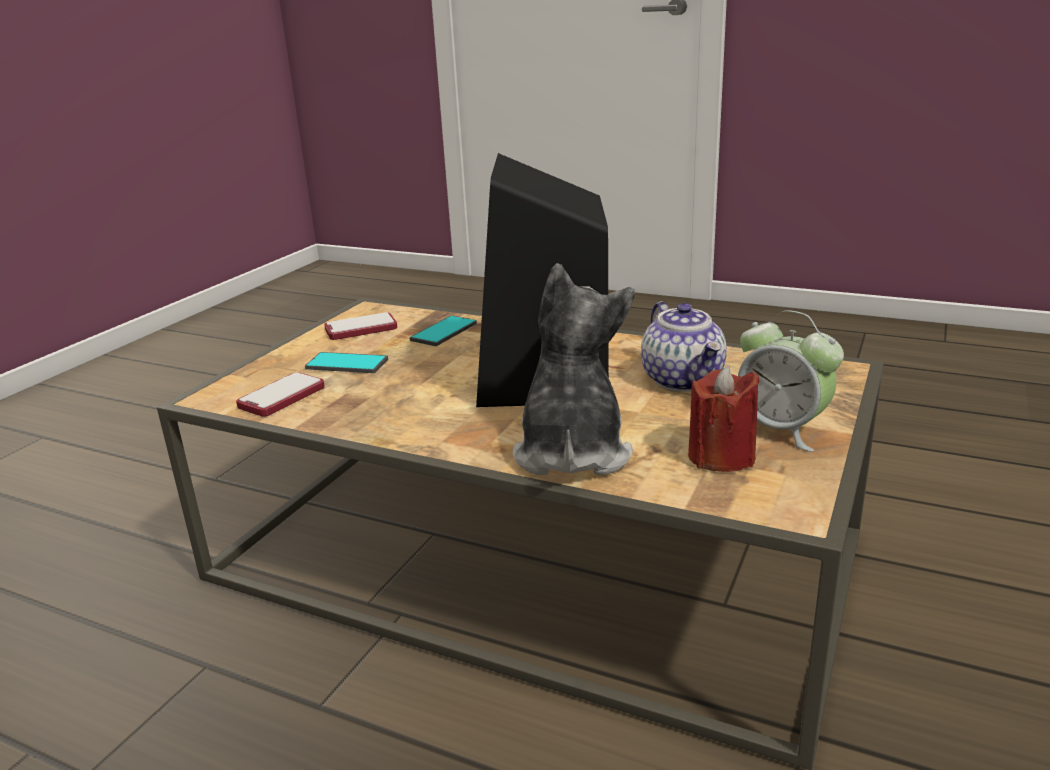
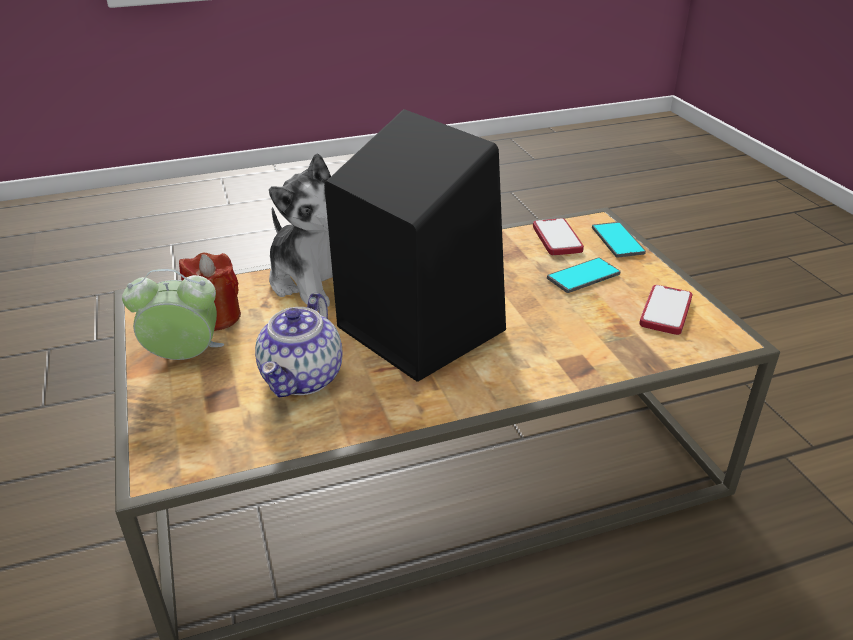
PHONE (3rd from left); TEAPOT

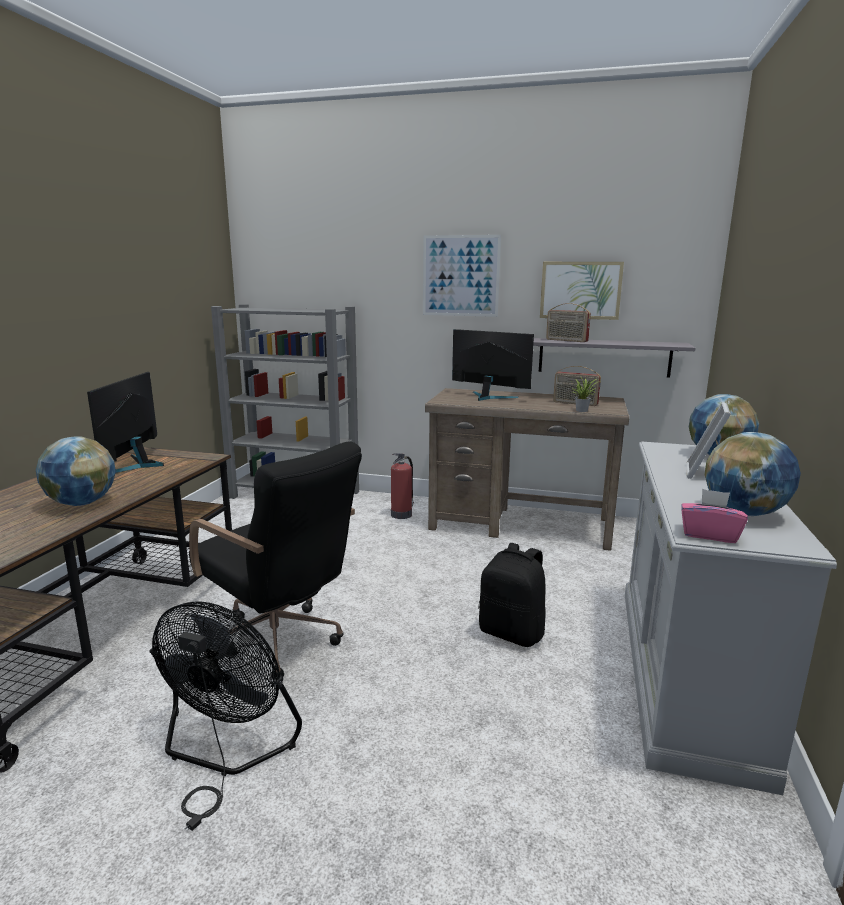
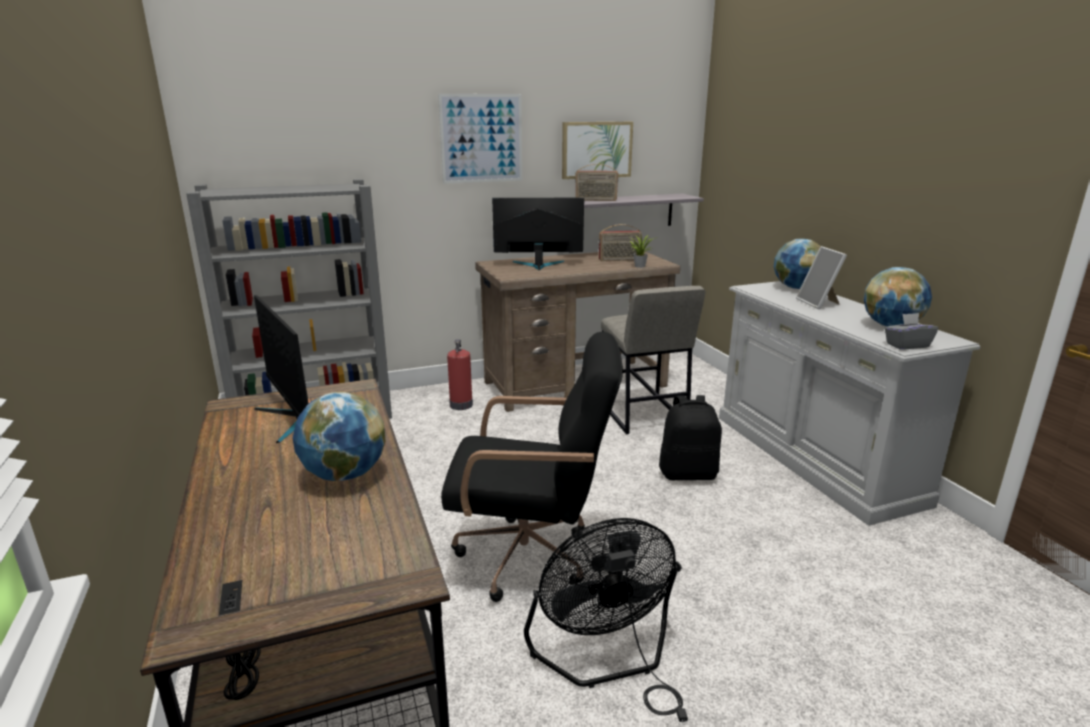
GREYISH CHAIR; GREYISH TISSUE HOLDER

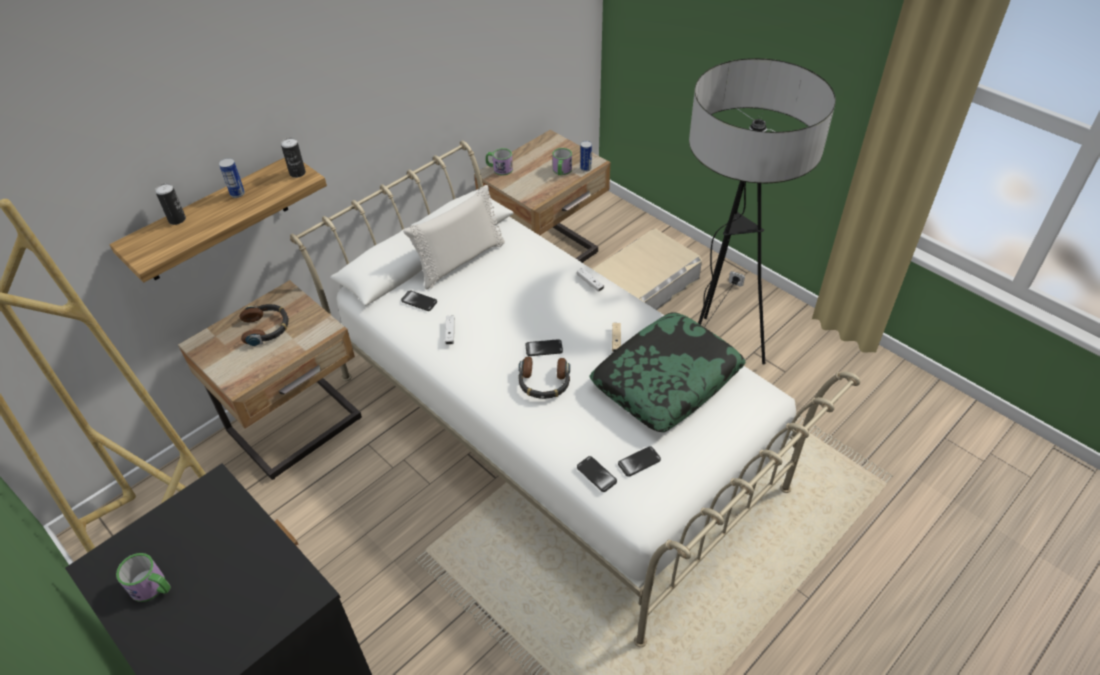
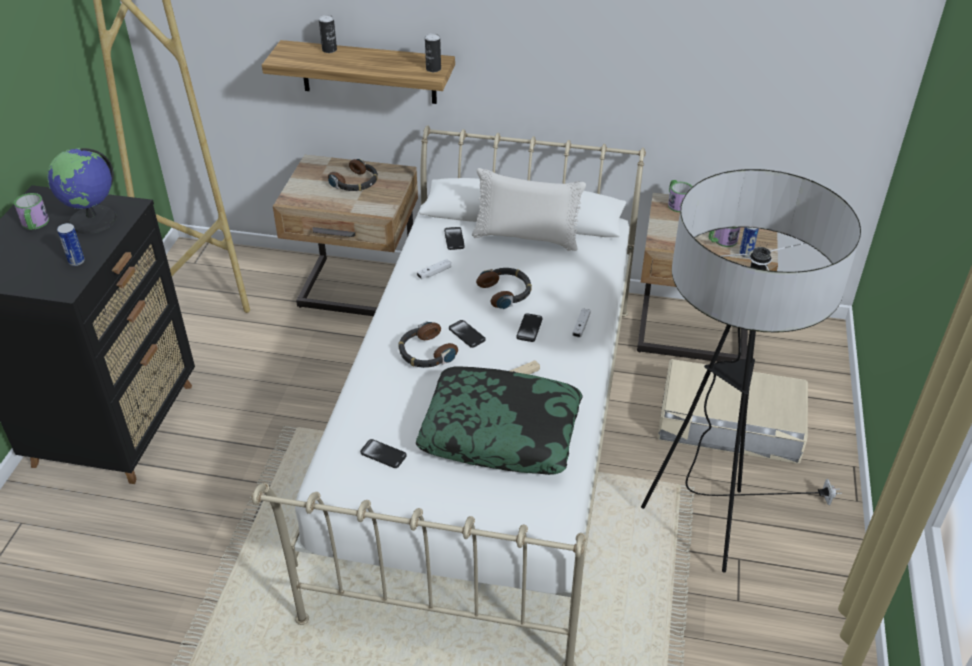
WORLD GLOBE; PAIR OF HEADPHONES (3rd from left); METAL CAN (1st from left); PHONE (4th from left)

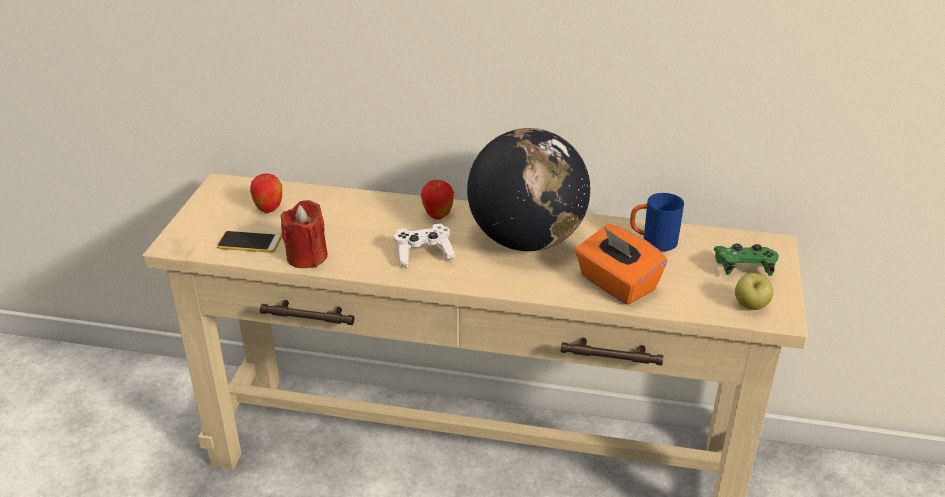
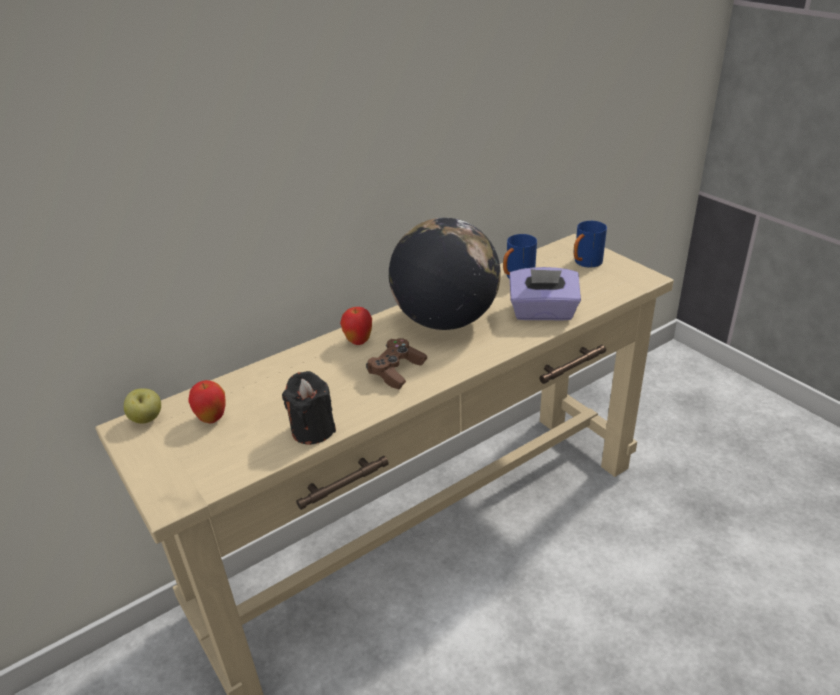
PHONE; WHOLE APPLE (1st from left); BLUISH TEA MUG (2nd from left); BLACKISH WAX LIGHT; BROWN-COLOURED GAMEPAD; PURPLE-COLOURED TISSUE HOLDER

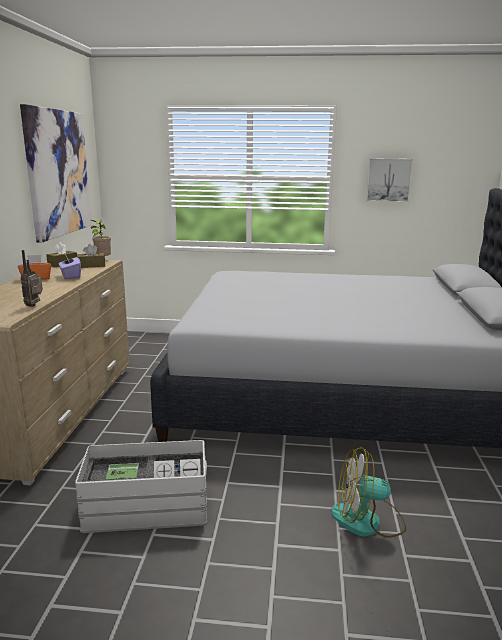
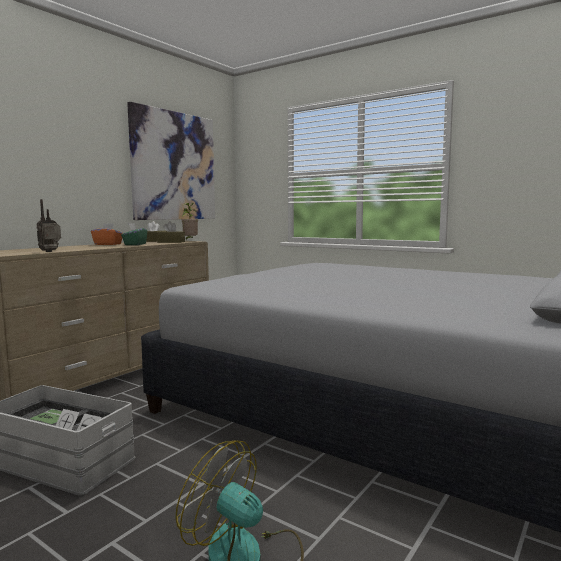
WALL PICTURE (2nd from left in the first image); GREENISH TISSUE HOLDER

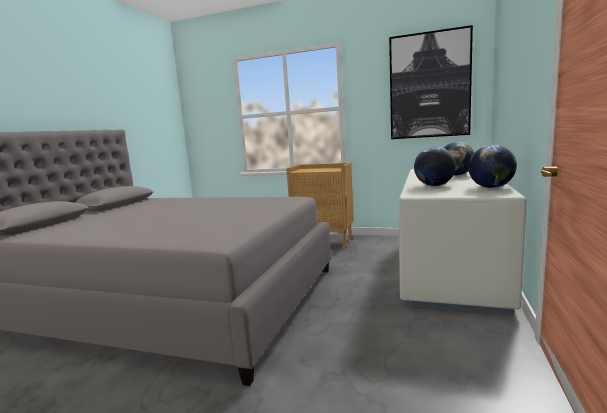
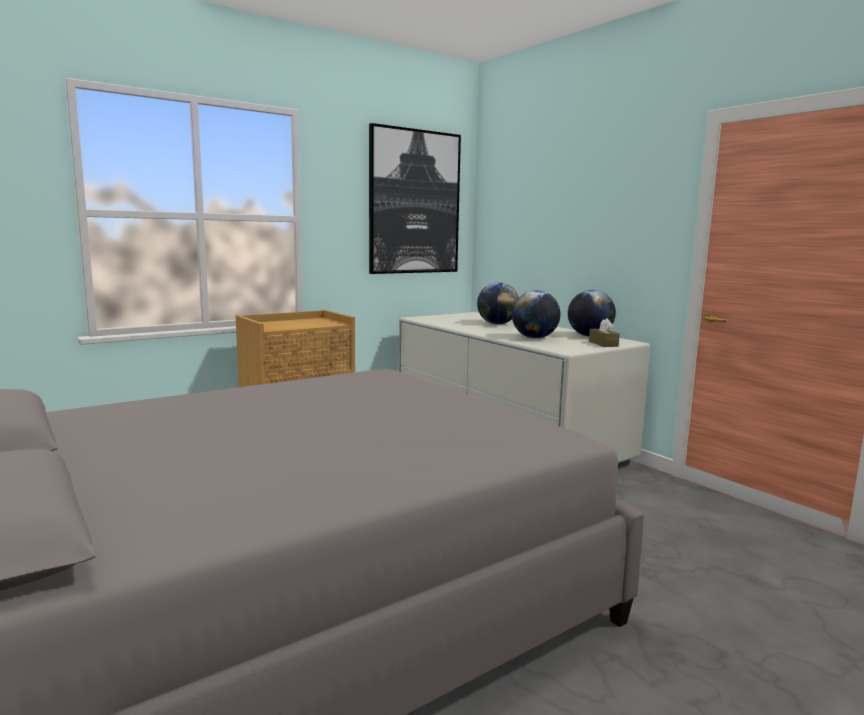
BROWN-COLOURED TISSUE HOLDER

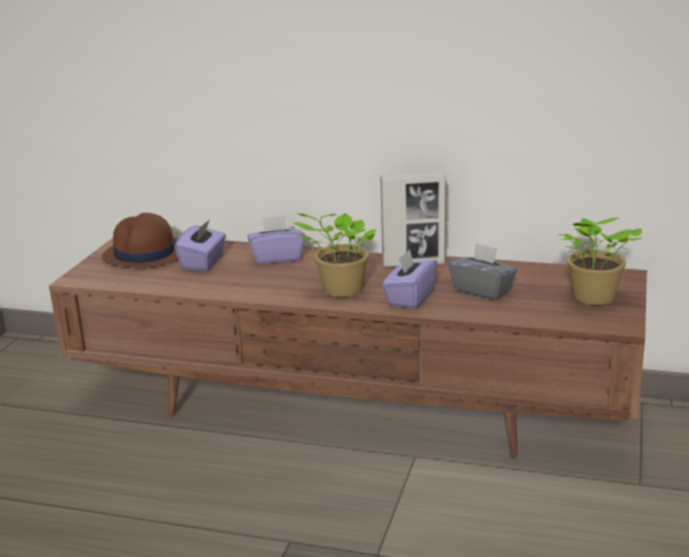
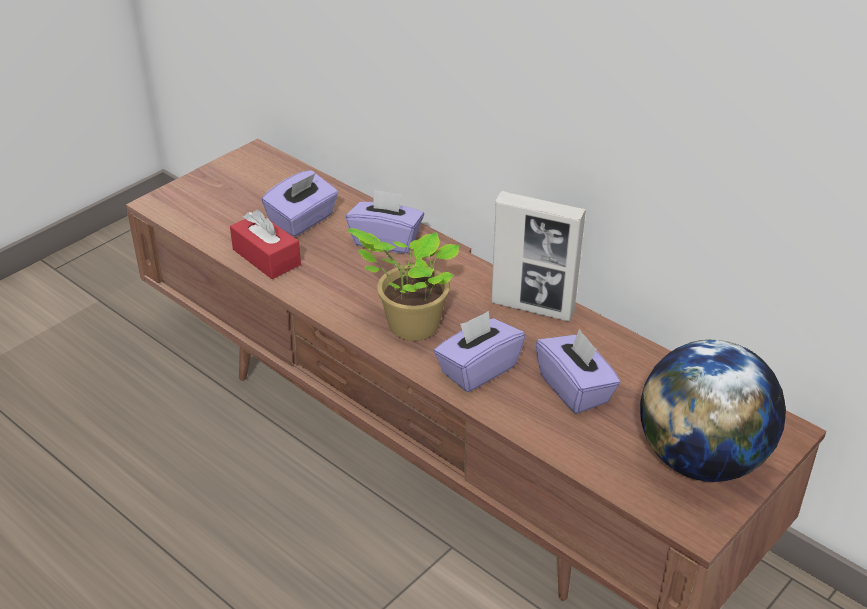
BROWN-COLOURED WEARABLE HAT; RED TISSUE HOLDER; WORLD GLOBE; PURPLE-COLOURED TISSUE HOLDER (4th from left)

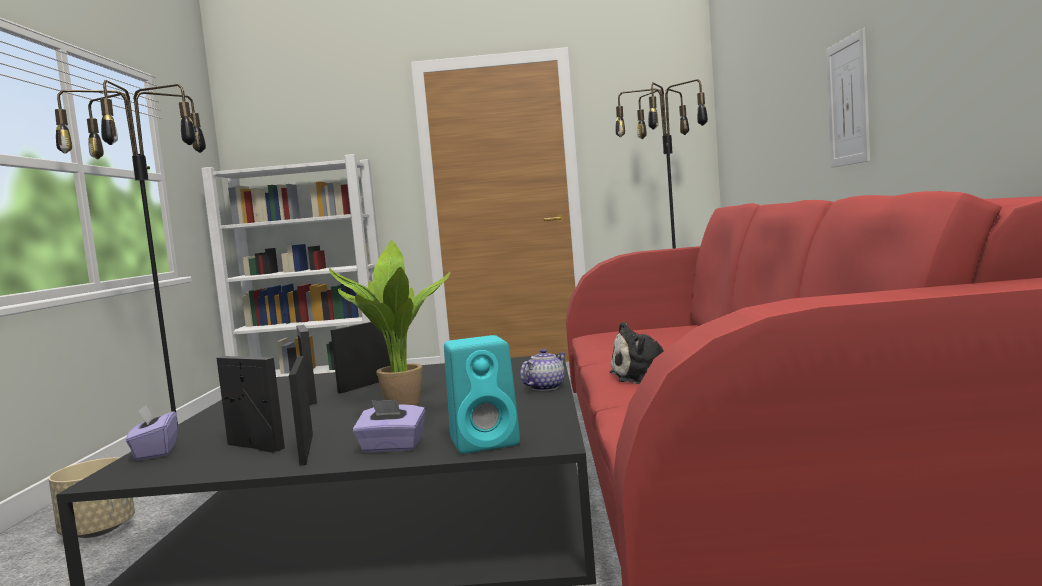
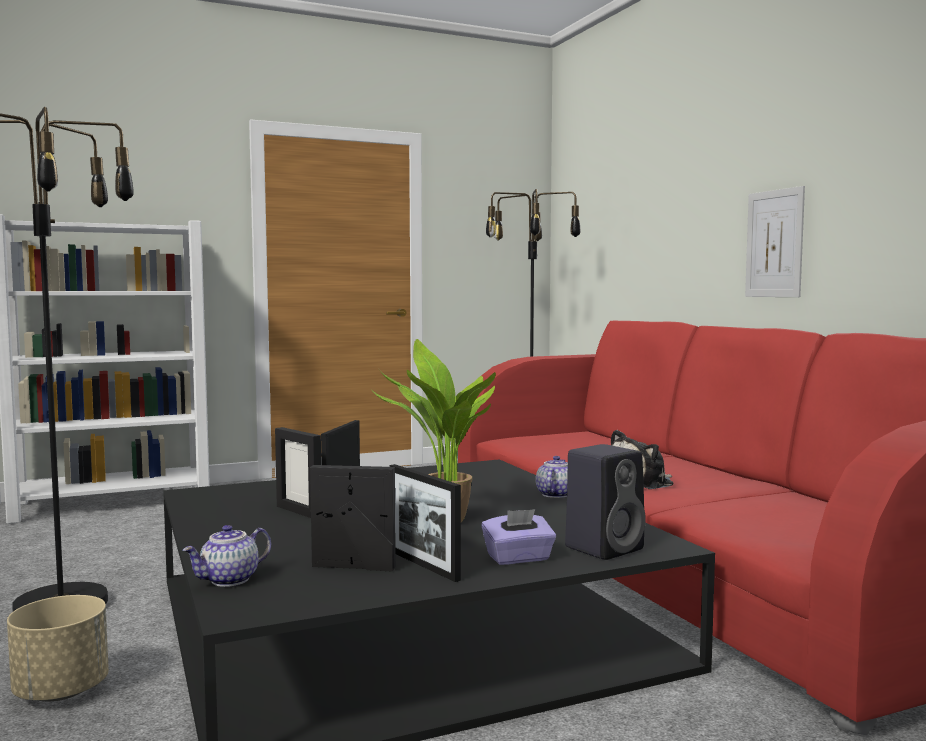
TEAPOT (1st from left); BLACKISH LOUDSPEAKER

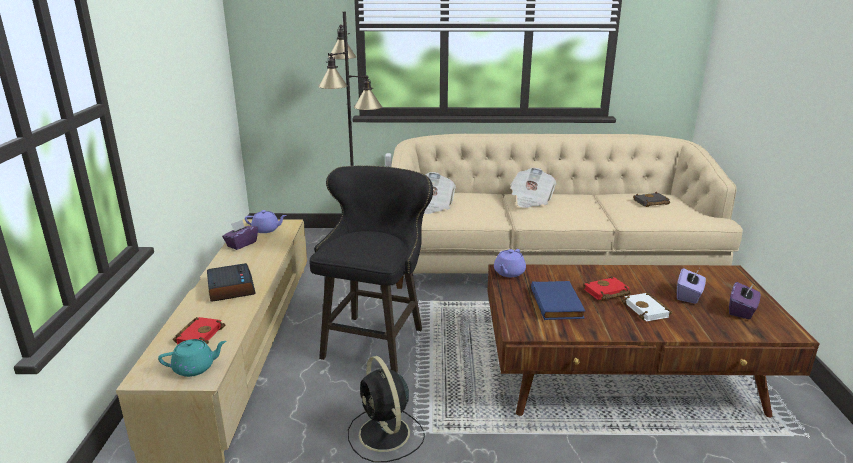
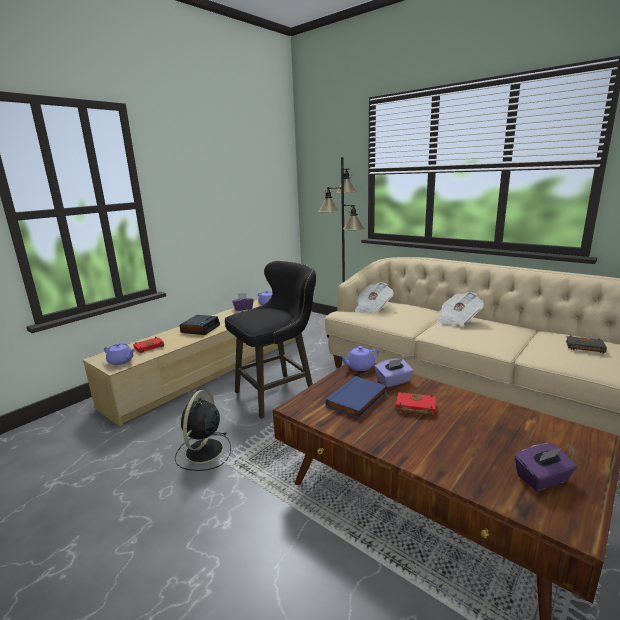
WHITE-COLOURED VOLUME; PURPLE-COLOURED TISSUE HOLDER (2nd from left); PURPLE-COLOURED TEAPOT (1st from left)

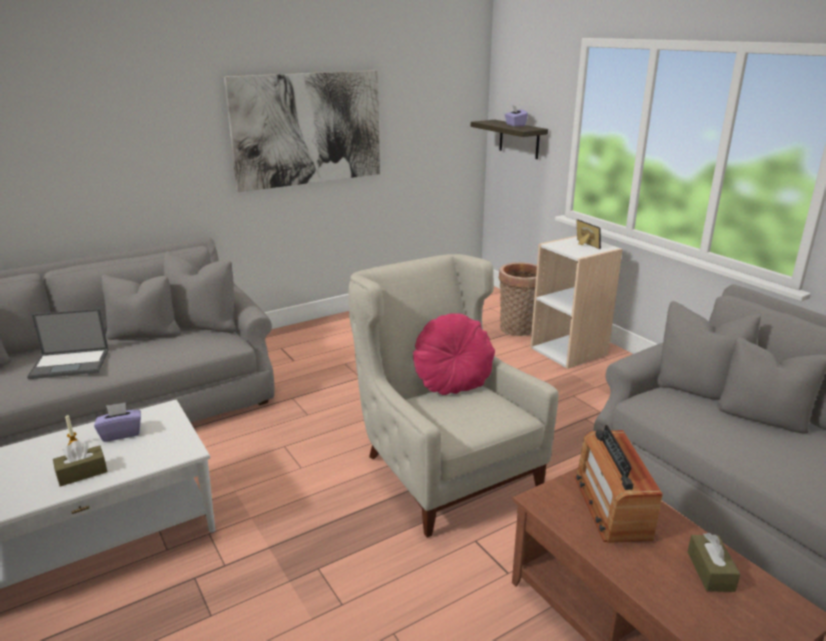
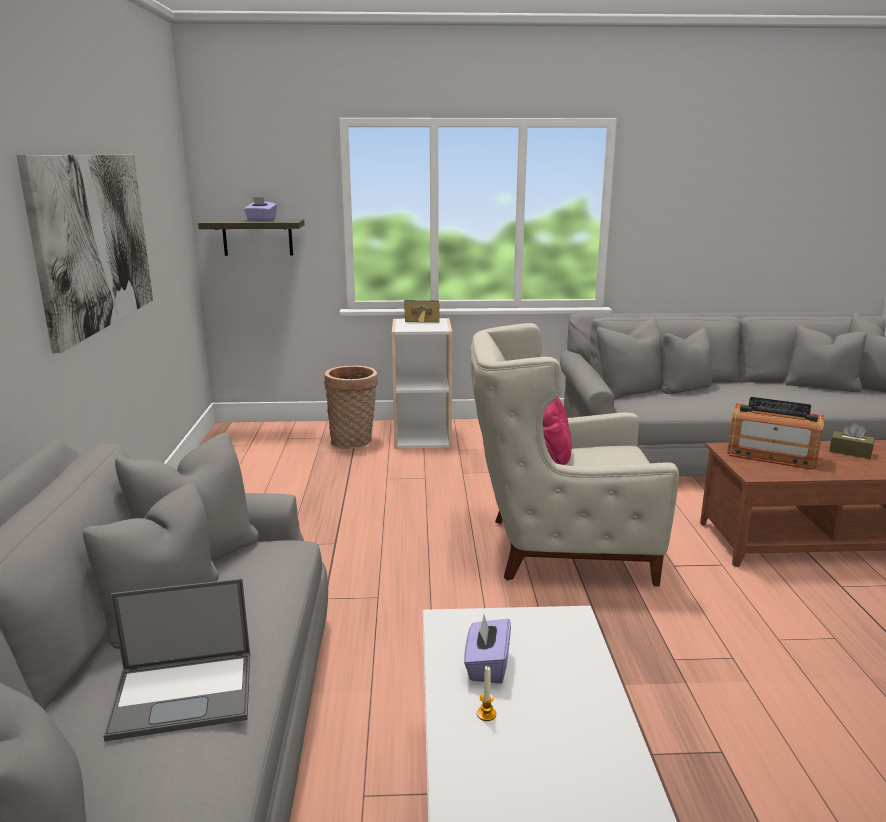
BROWN-COLOURED TISSUE HOLDER (1st from left in the first image); NOTEBOOK COMPUTER

